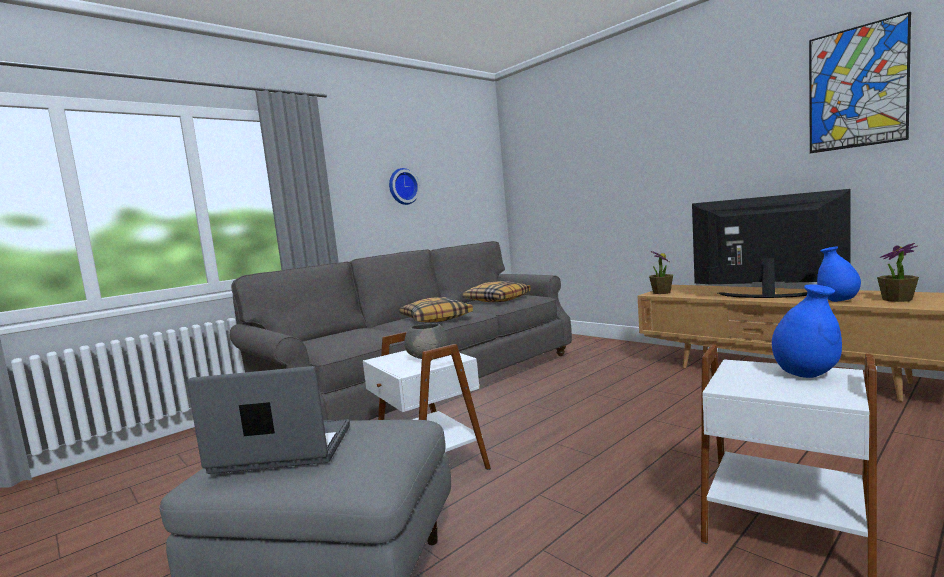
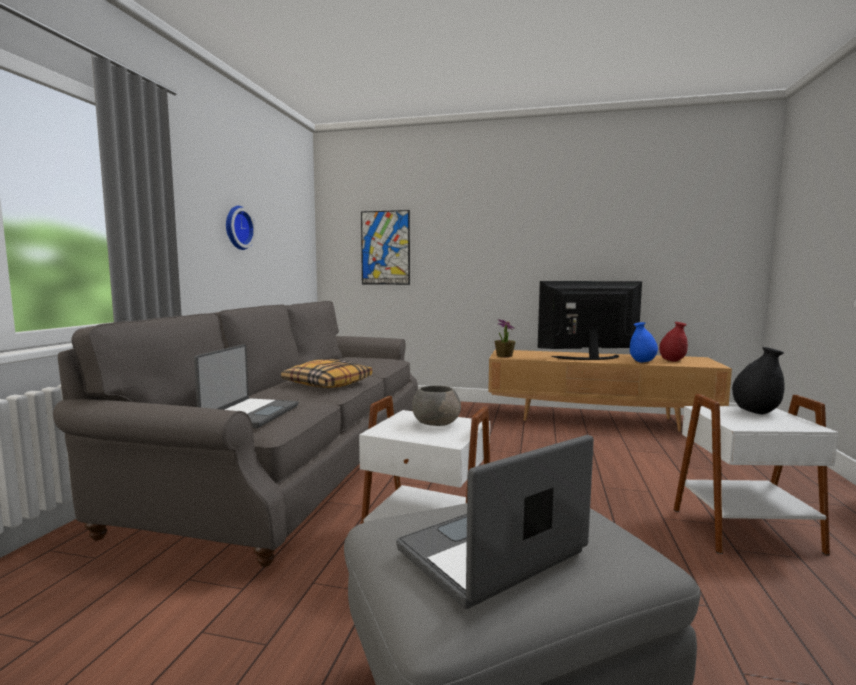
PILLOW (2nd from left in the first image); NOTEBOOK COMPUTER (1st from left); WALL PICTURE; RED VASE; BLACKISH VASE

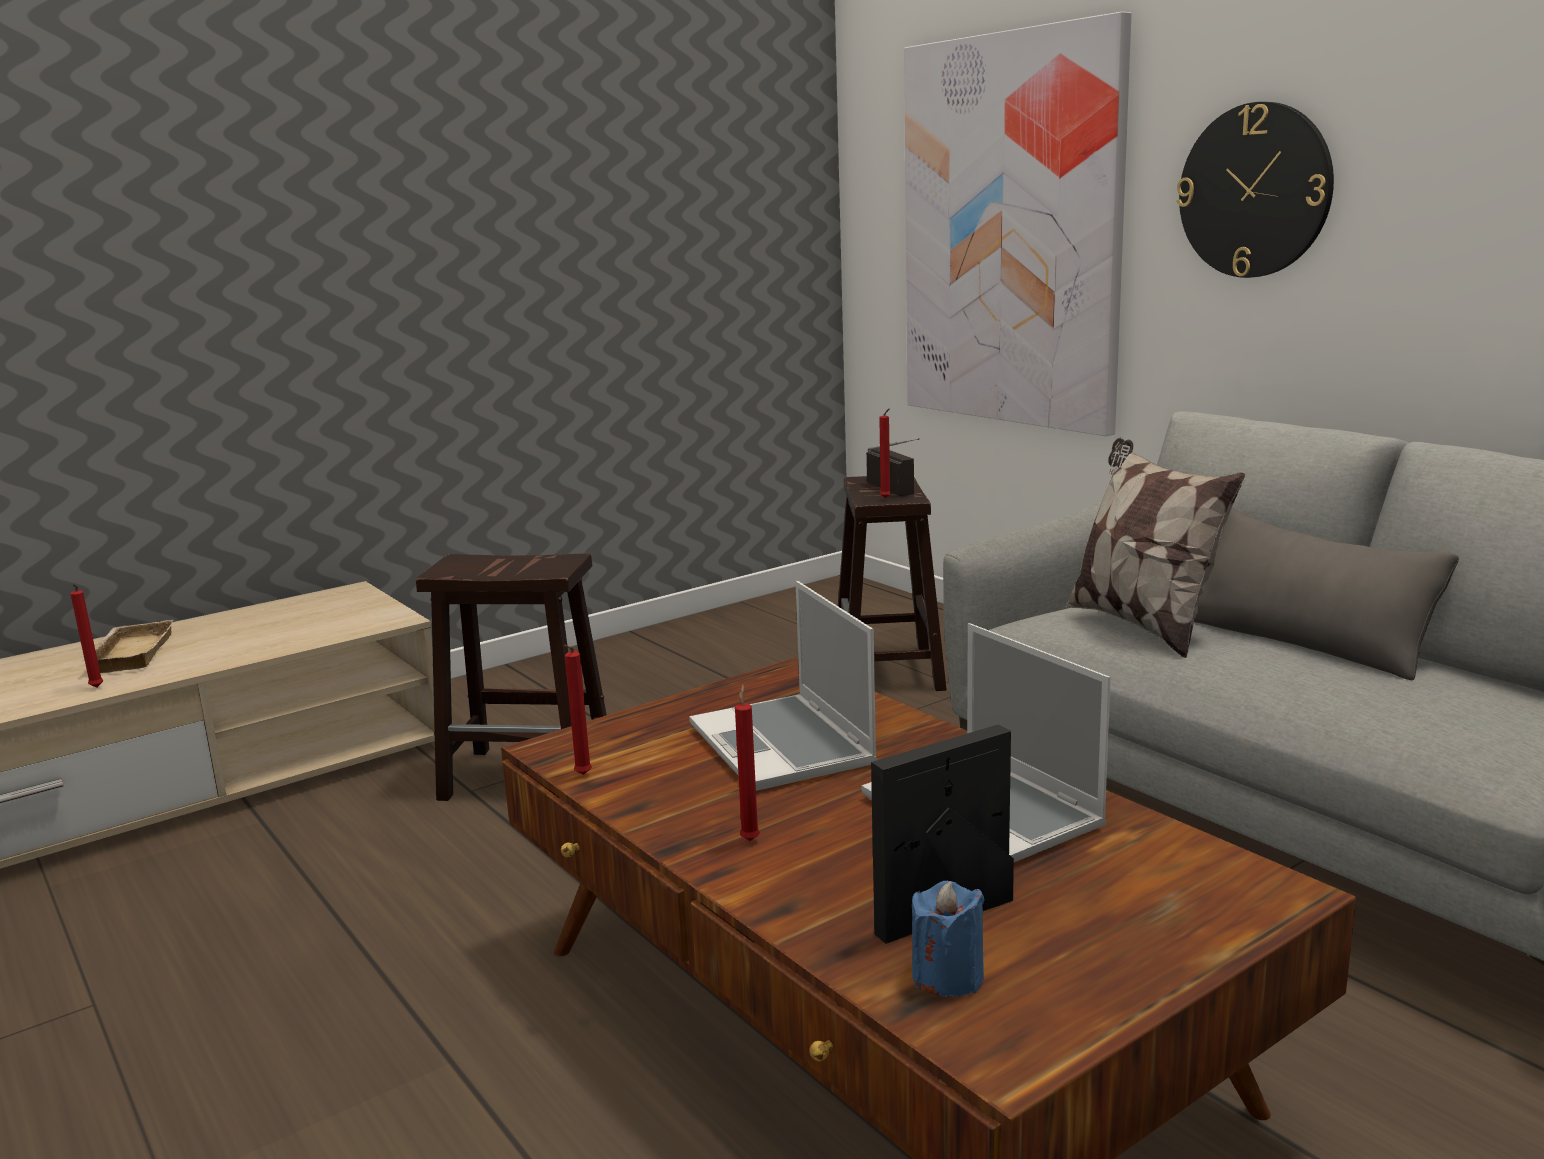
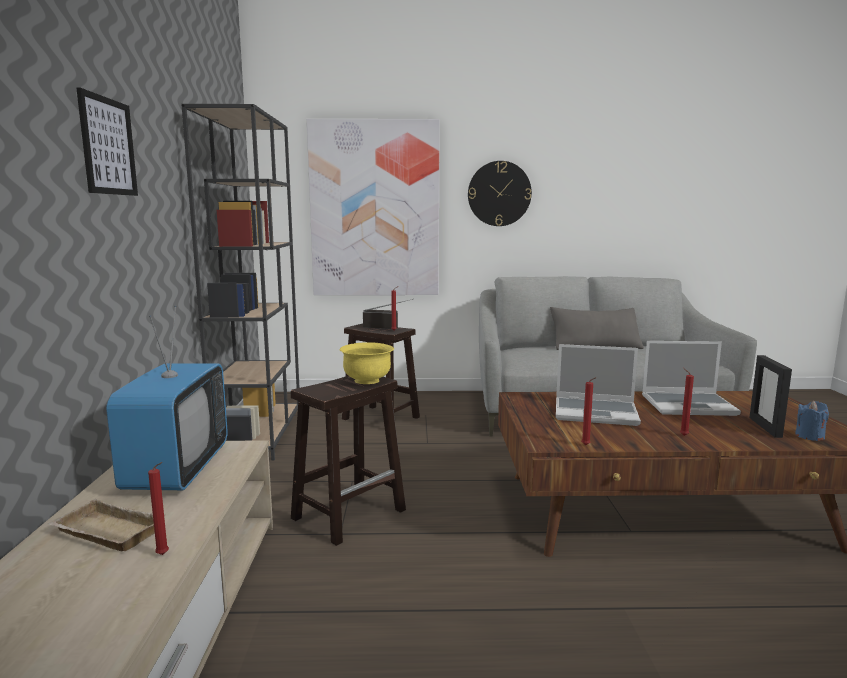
PILLOW; WALL PICTURE (1st from left); TV SET; BOOKCASE; YELLOW DEEP DISH

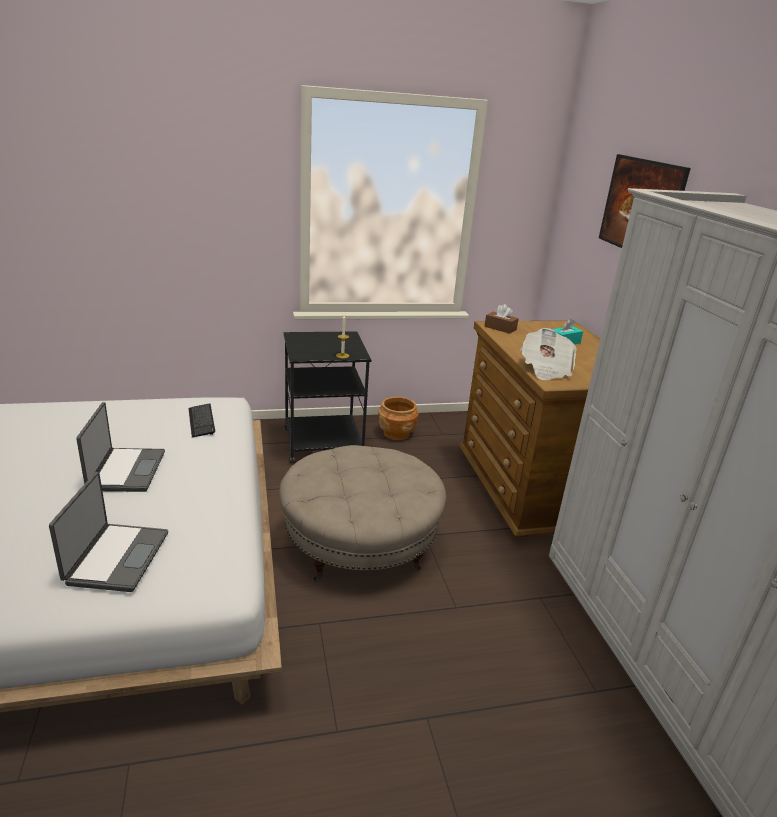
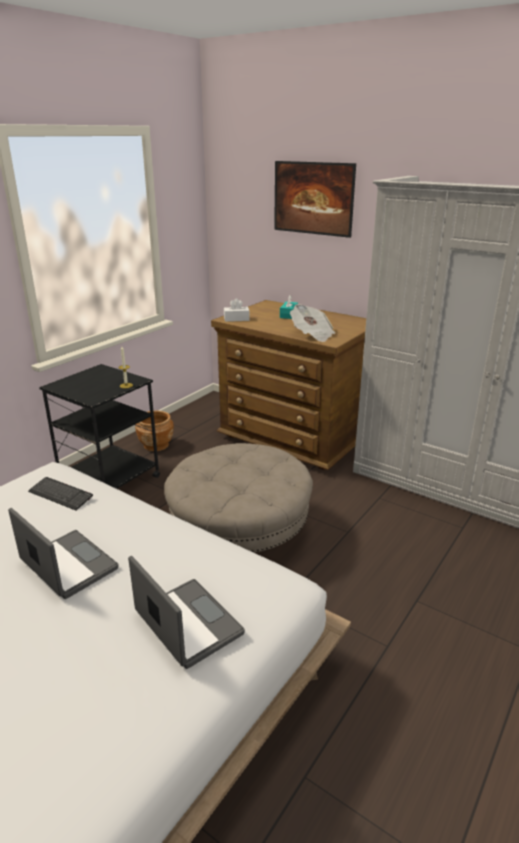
WHITE-COLOURED TISSUE HOLDER

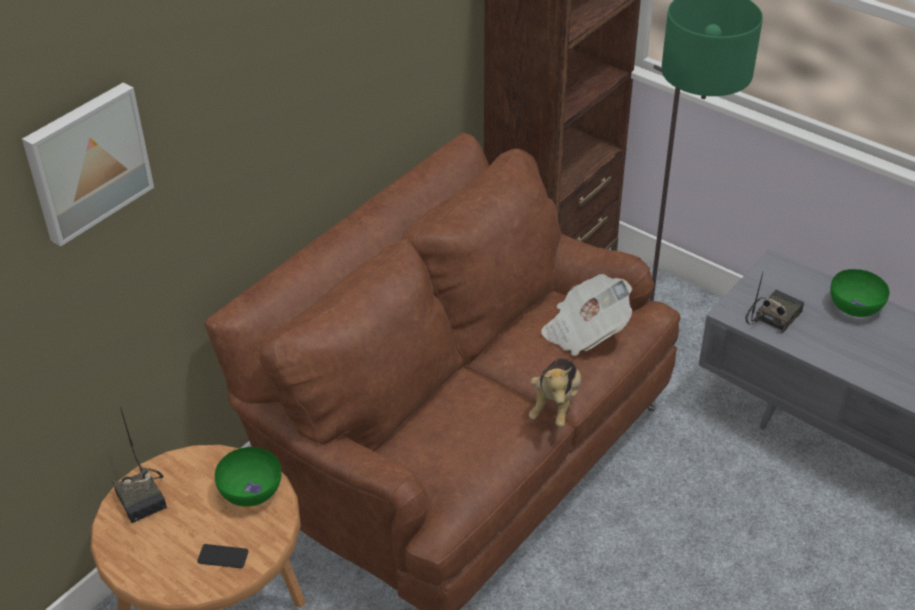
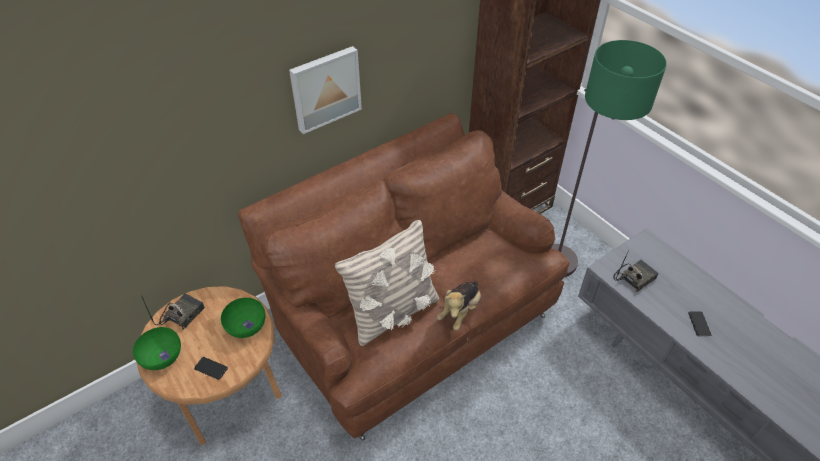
NEWSPAPER; BEIGE PILLOW; PHONE (2nd from left); WALL PICTURE; GREENISH DEEP DISH (1st from left); RADIO RECEIVER (1st from left)

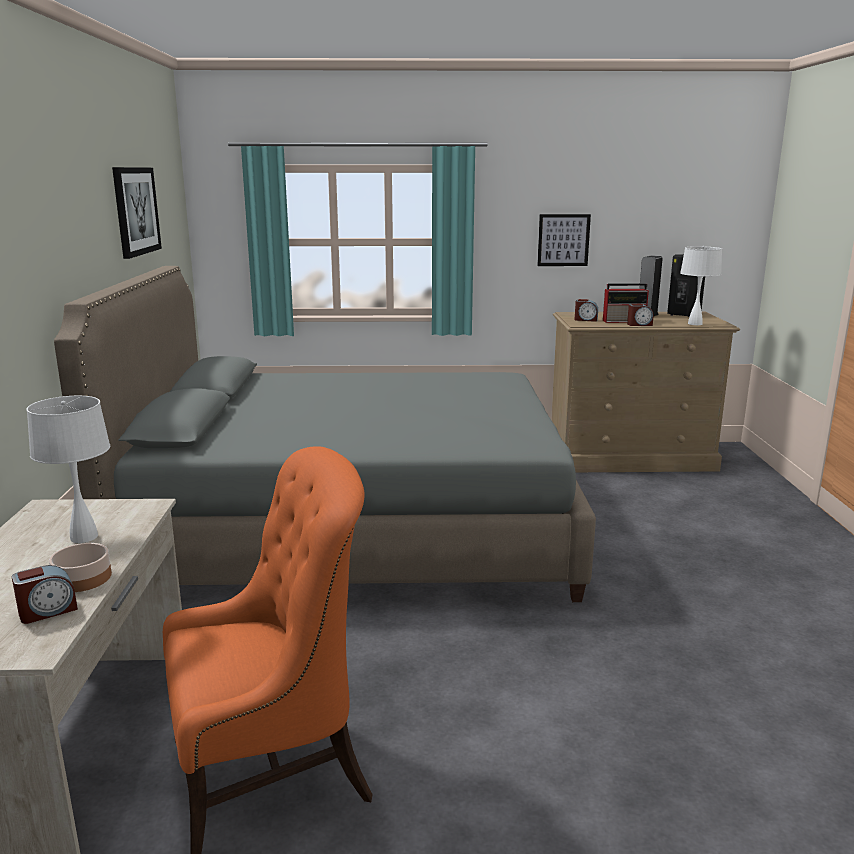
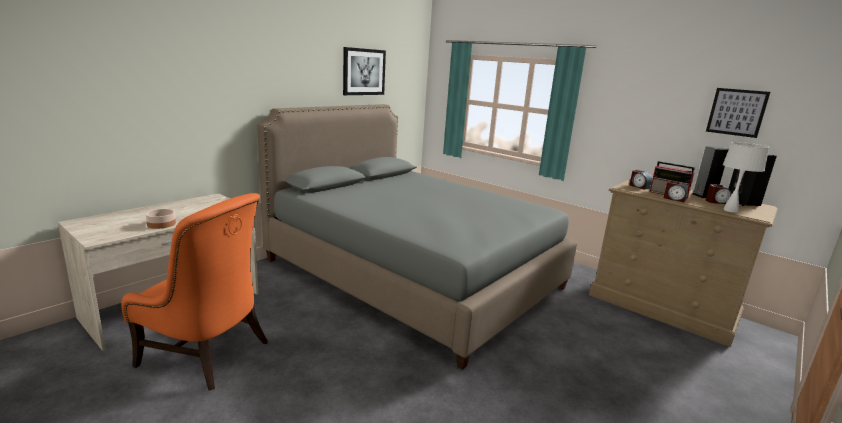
WHITE-COLOURED TABLE LAMP (1st from left in the first image); ALARM CLOCK (3rd from left); WALL PICTURE (2nd from left)

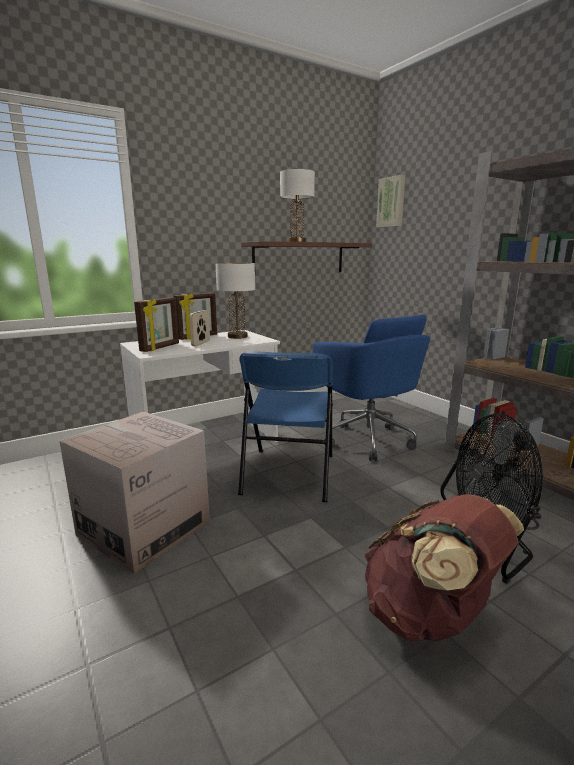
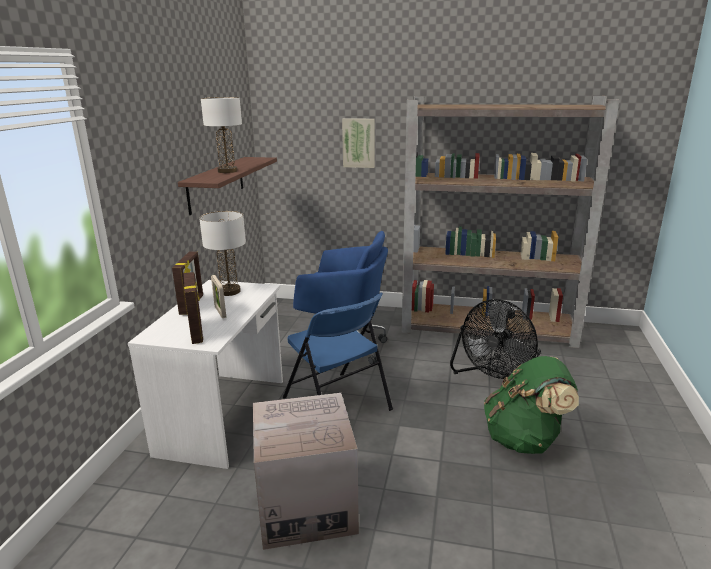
WALL PICTURE; GREENISH BACKPACK

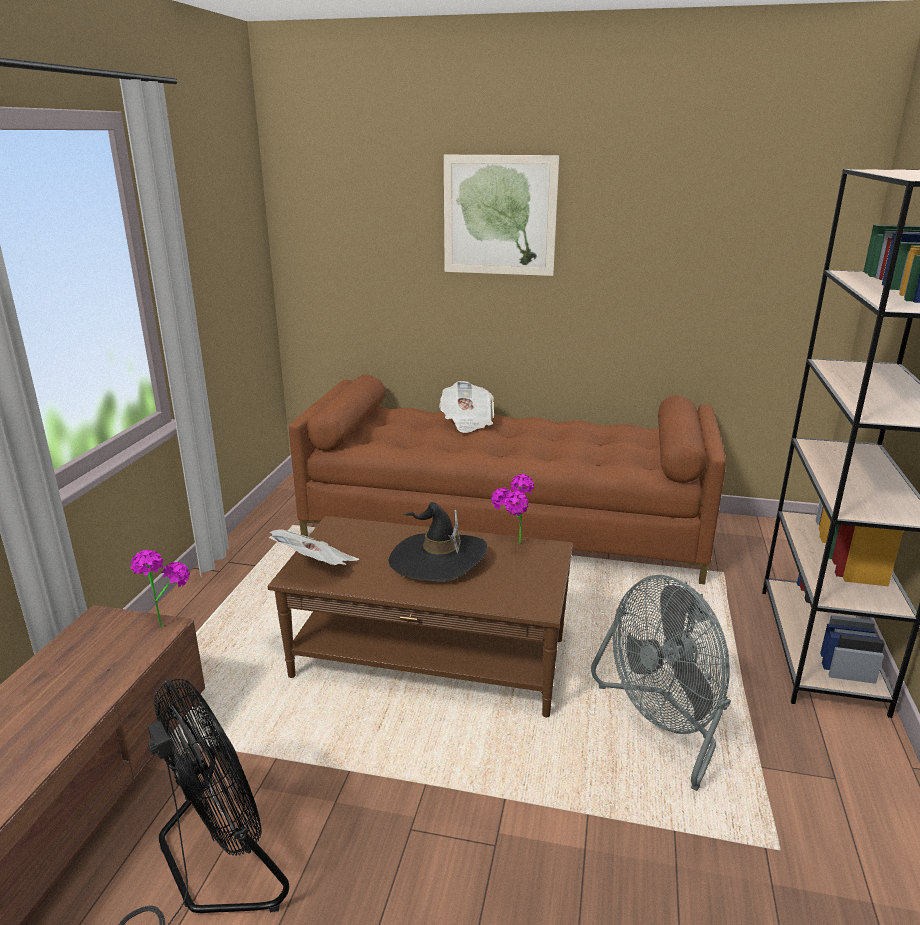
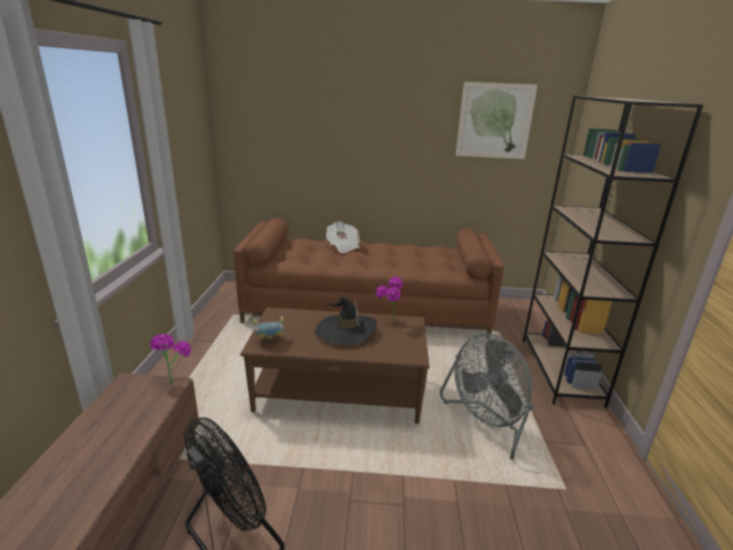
WALL PICTURE; DEEP DISH

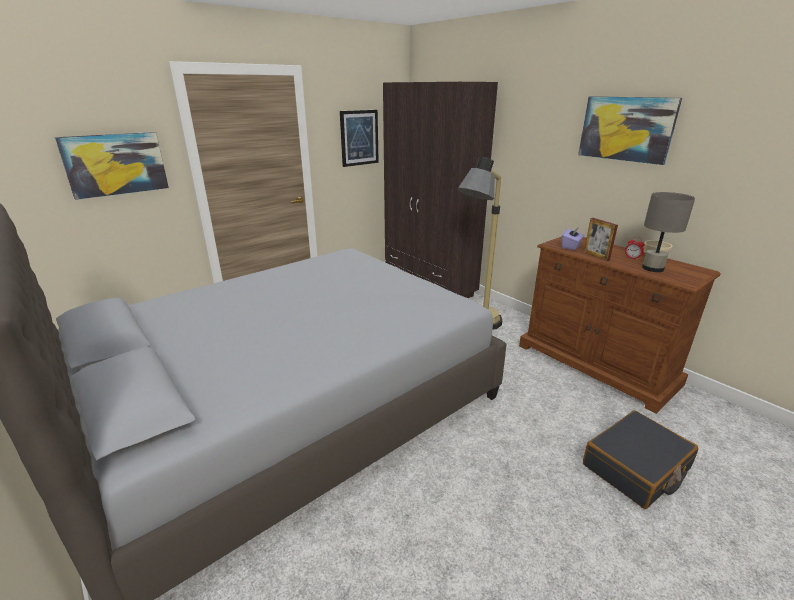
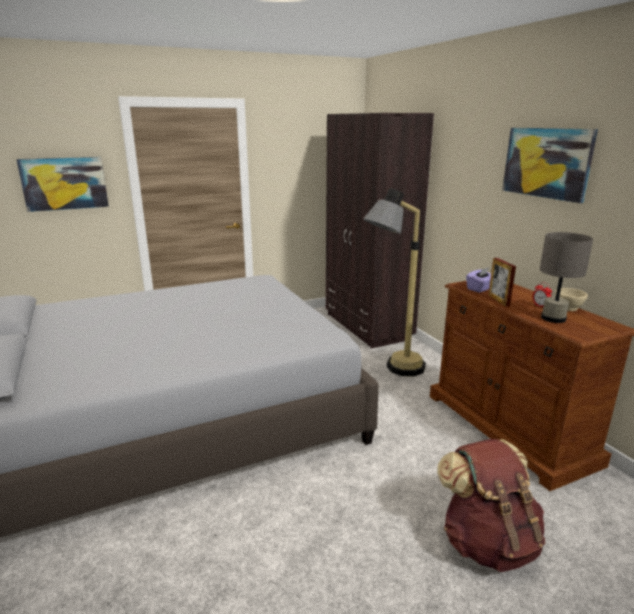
WALL PICTURE (2nd from left in the first image); BROWN-COLOURED BACKPACK

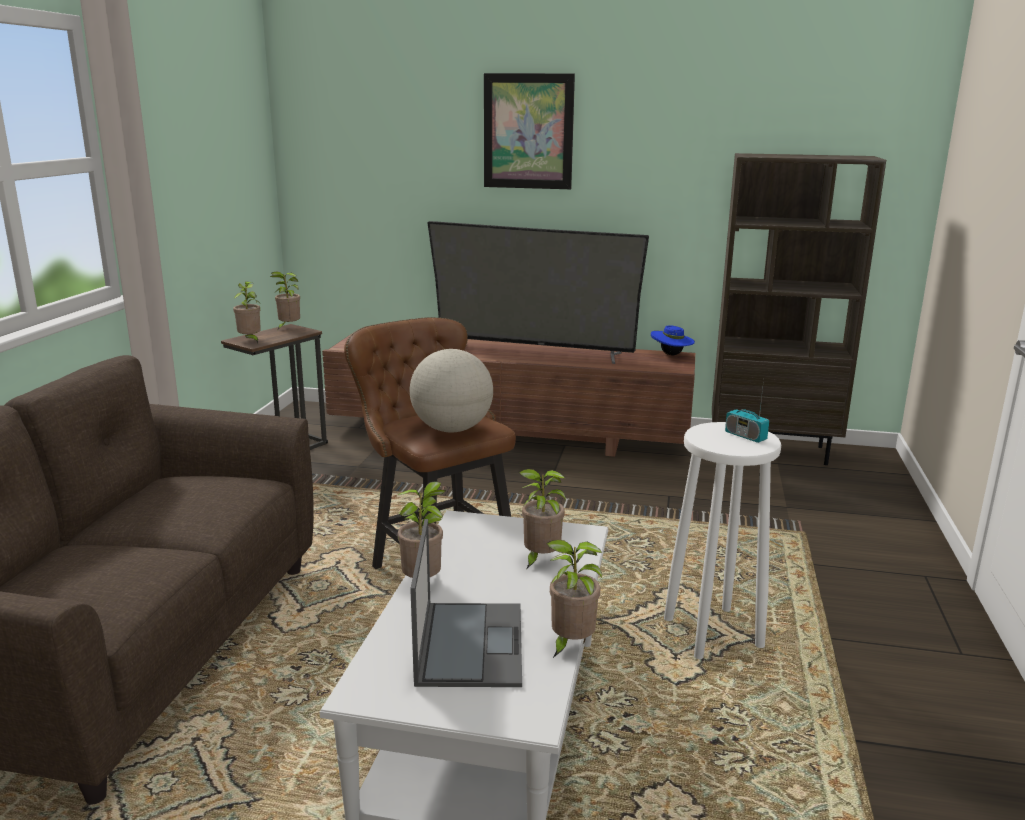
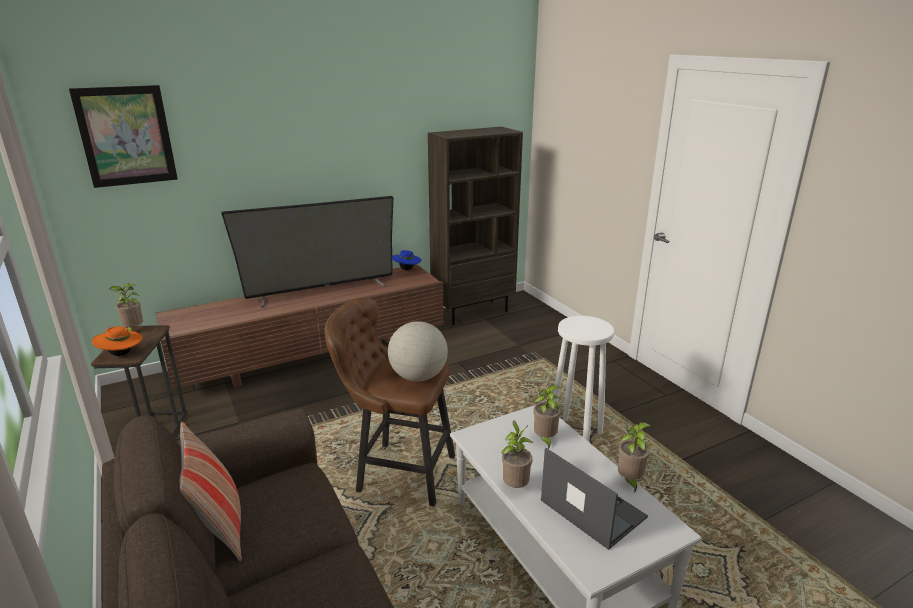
RADIO RECEIVER; PILLOW; WALL PICTURE; ORANGE-COLOURED WEARABLE HAT

